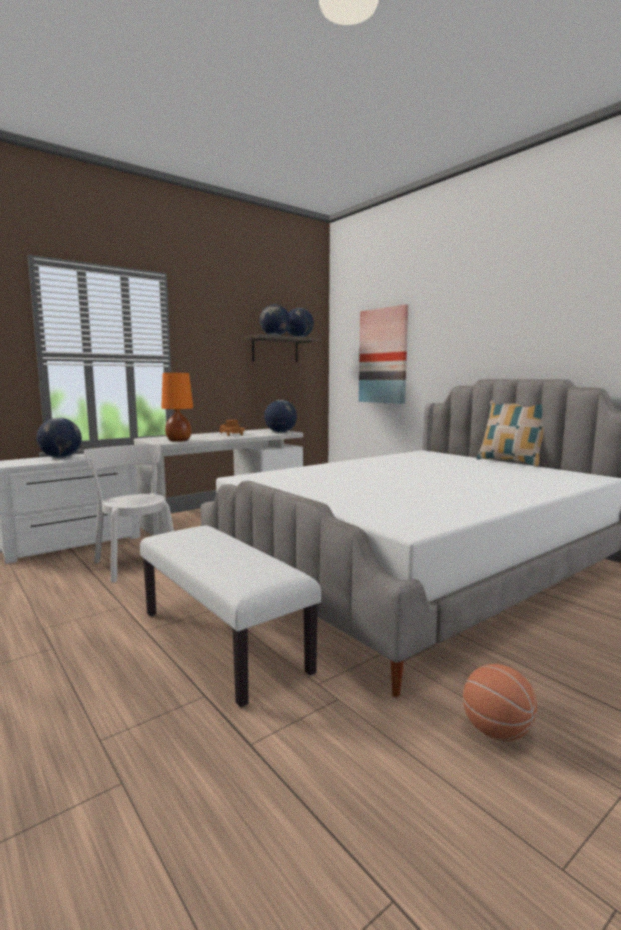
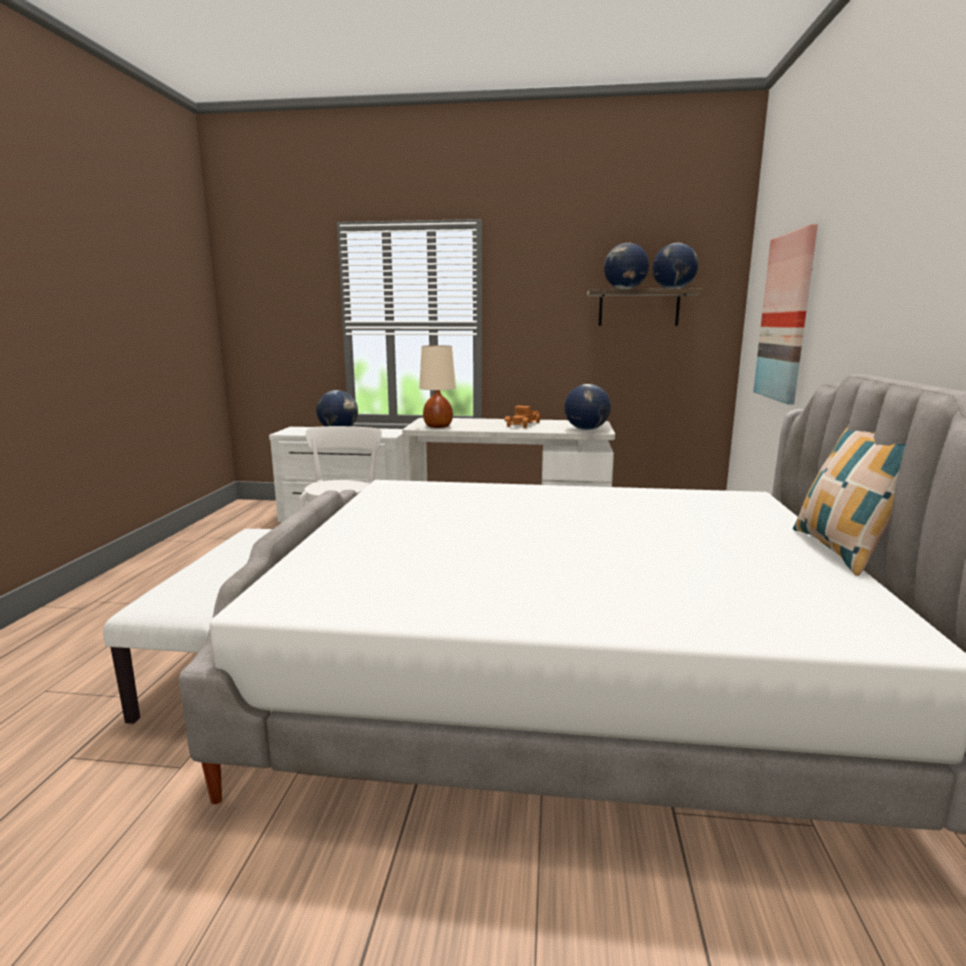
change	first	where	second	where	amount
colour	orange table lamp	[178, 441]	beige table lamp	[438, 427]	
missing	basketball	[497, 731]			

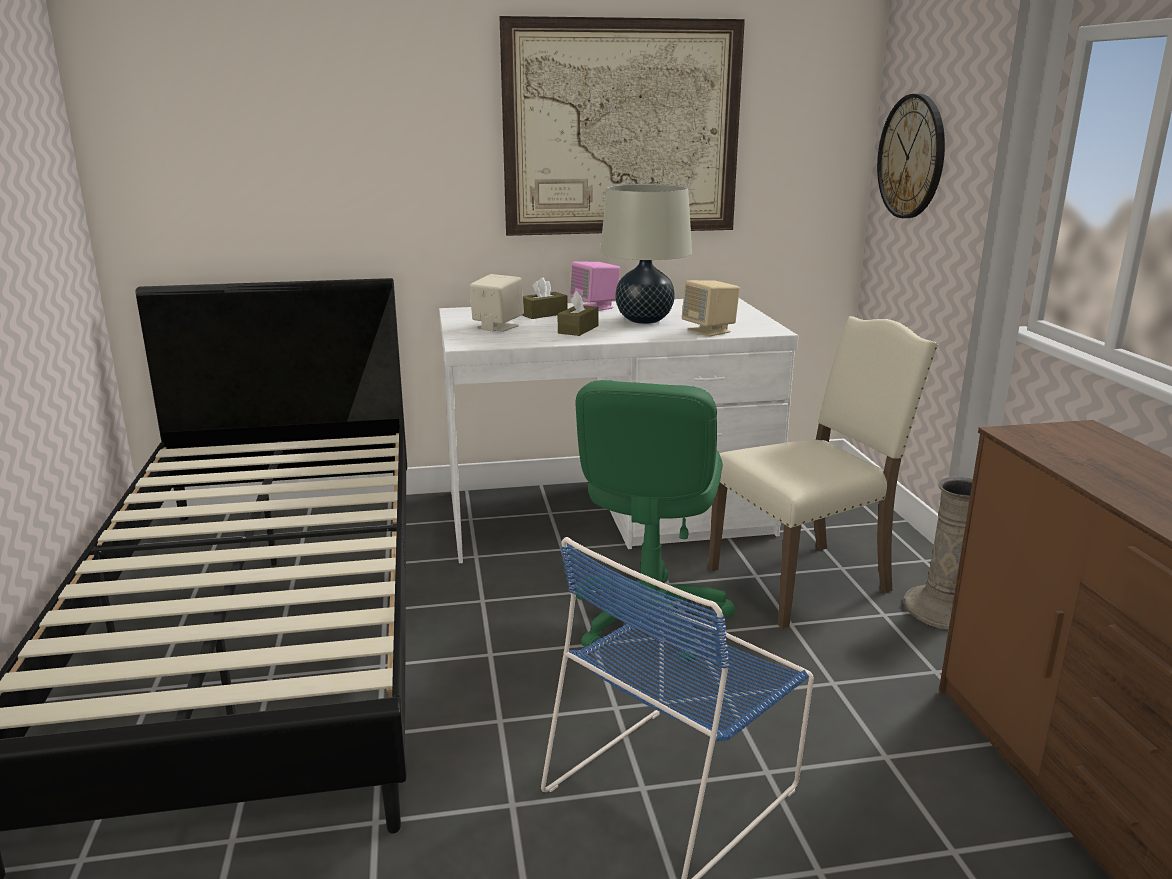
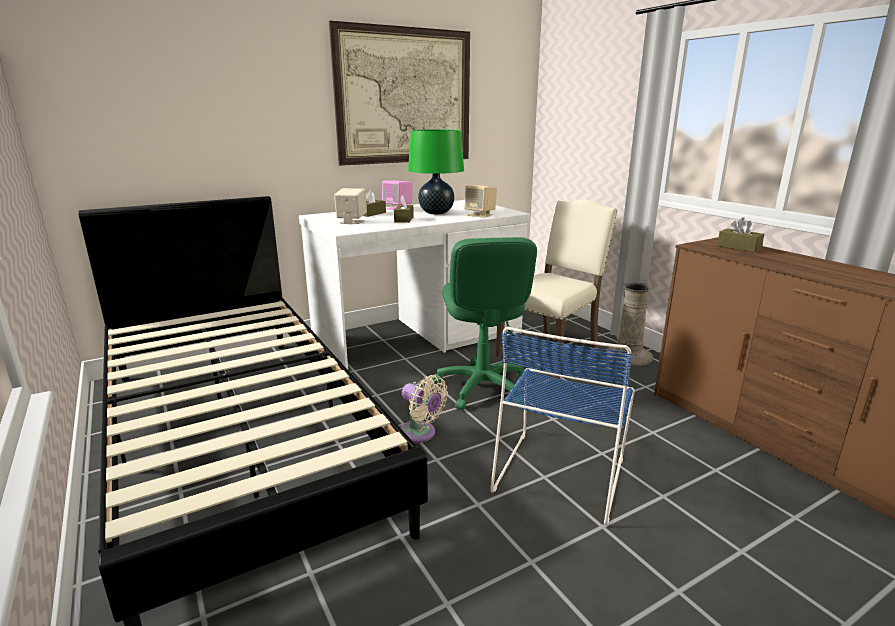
change	first	where	second	where	amount
appeared			beige fan	[420, 434]	
colour	beige table lamp	[644, 320]	green table lamp	[436, 212]	
appeared			brown tissue box	[738, 247]	
missing	wall clock	[912, 157]			

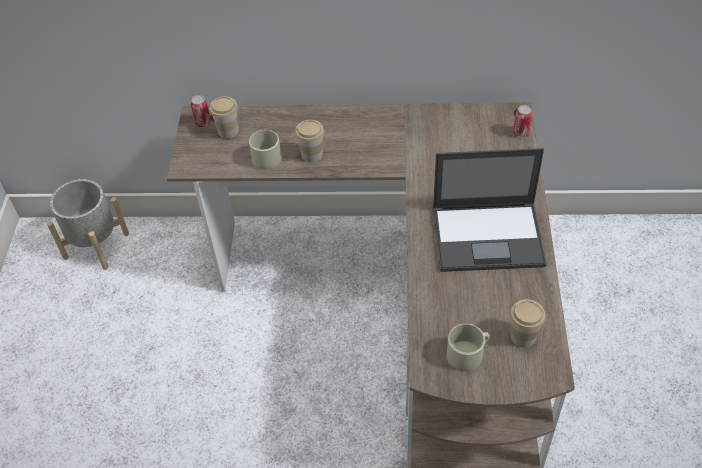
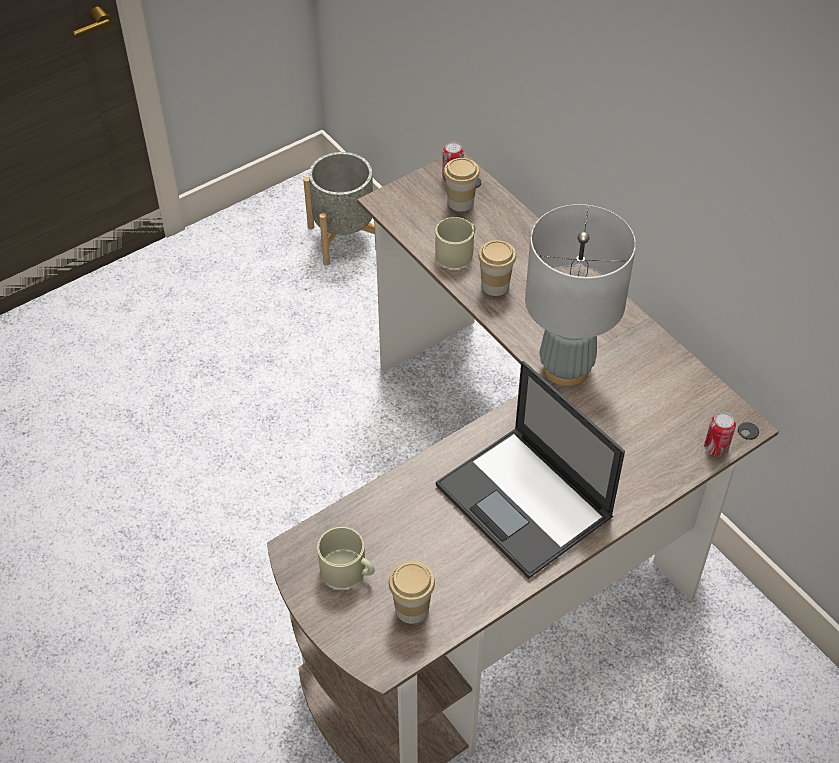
change	first	where	second	where	amount
appeared			grey table lamp	[566, 368]	

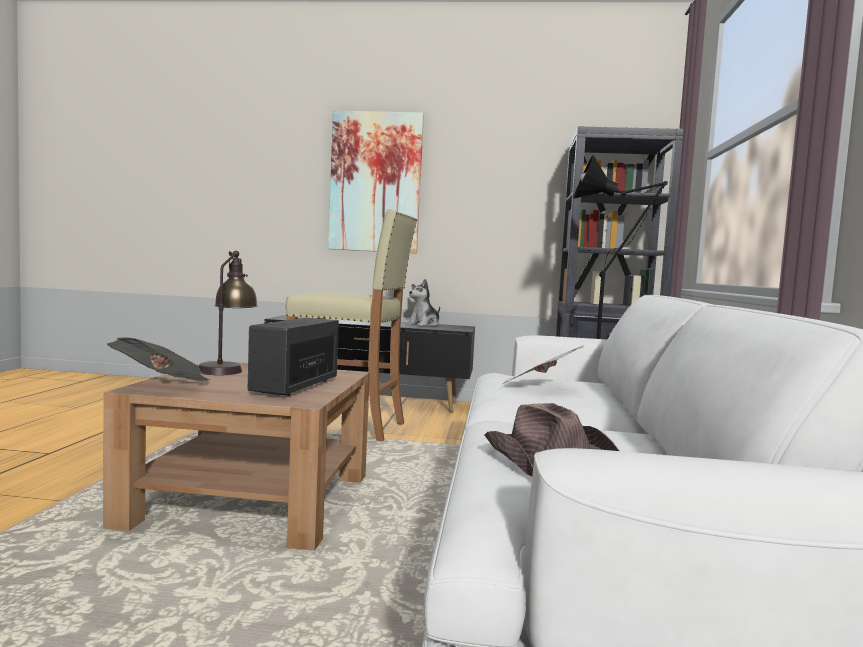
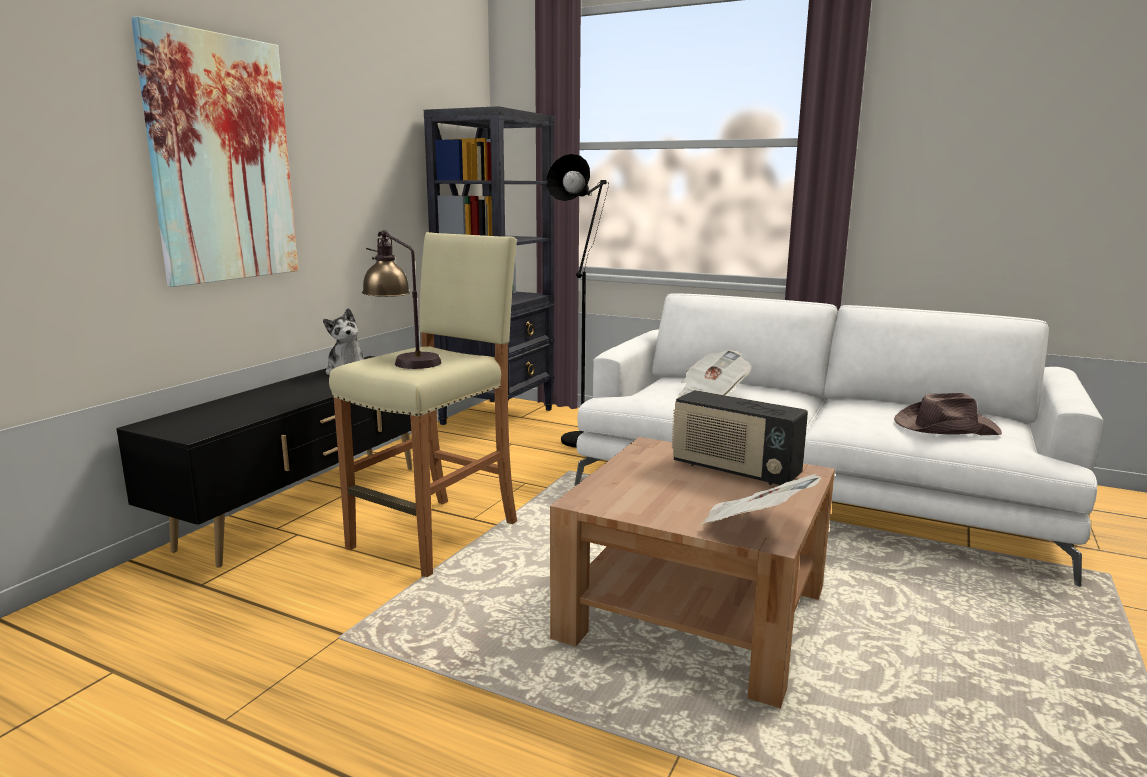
change	first	where	second	where	amount
relocated	table lamp	[227, 368]		[403, 361]	

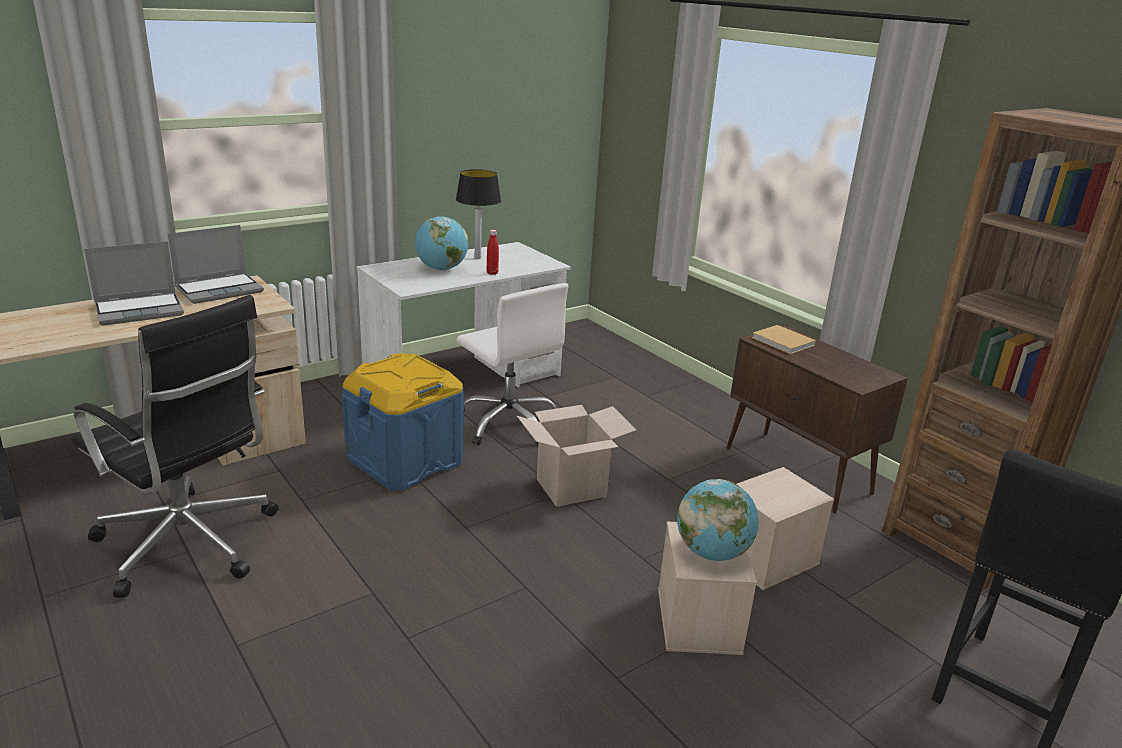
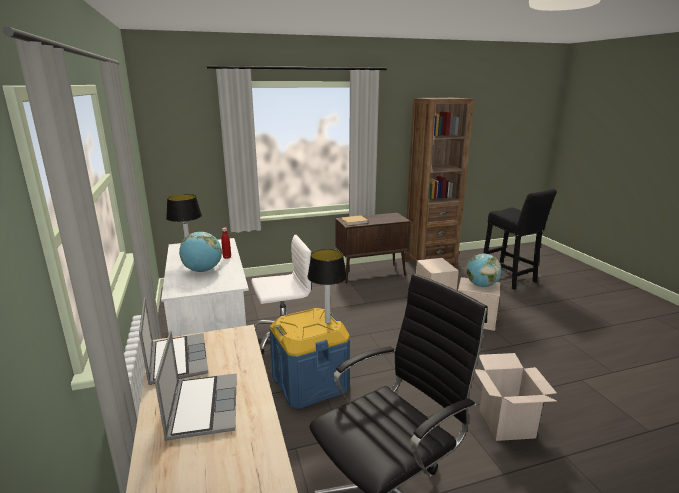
change	first	where	second	where	amount
appeared			table lamp	[327, 322]	
relocated	cardboard box	[571, 488]		[506, 423]	

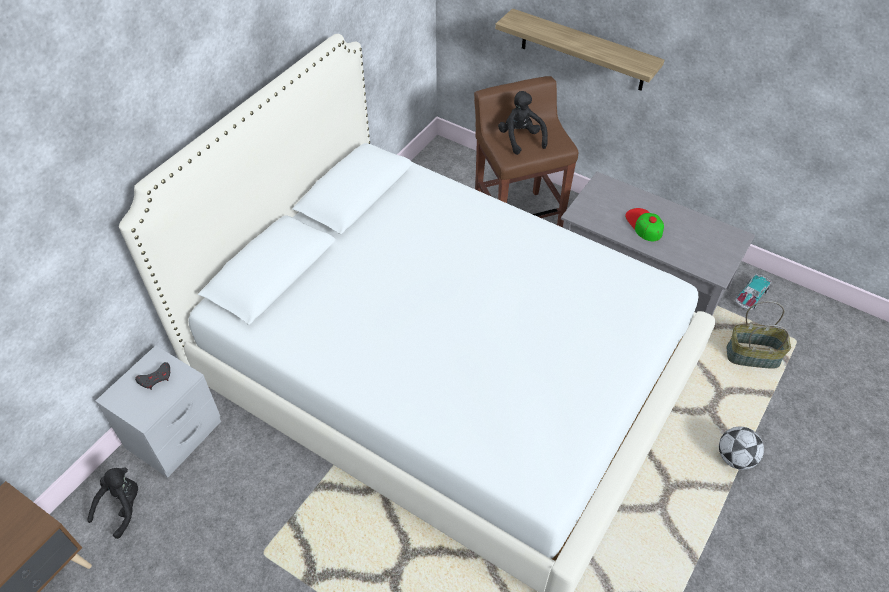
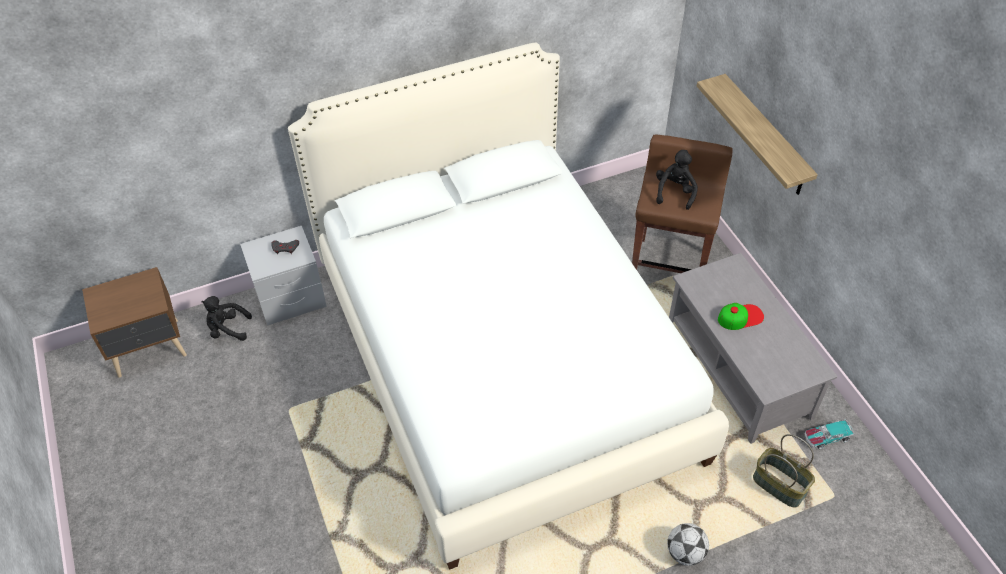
change	first	where	second	where	amount
spun	black plush toy	[122, 507]		[227, 329]	150 degrees counterclockwise
spun	cap	[644, 224]		[740, 317]	60 degrees clockwise

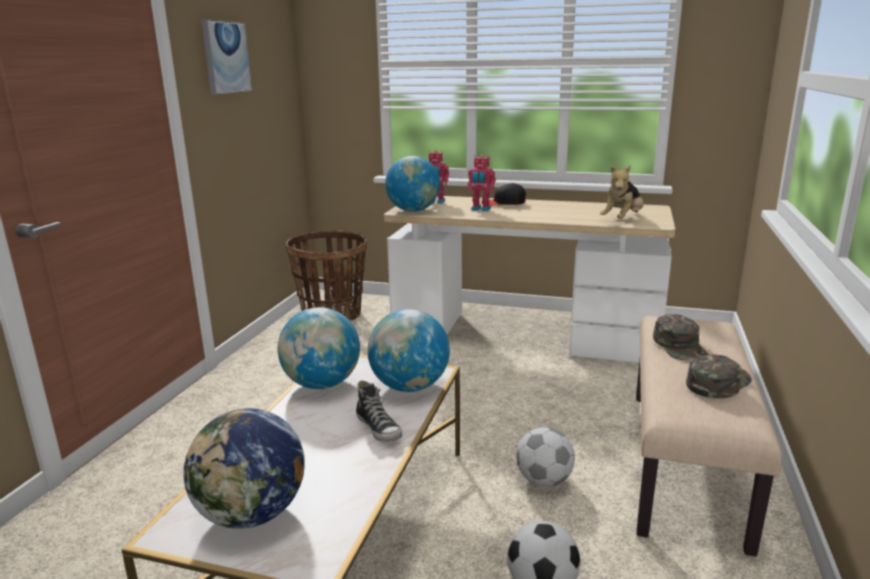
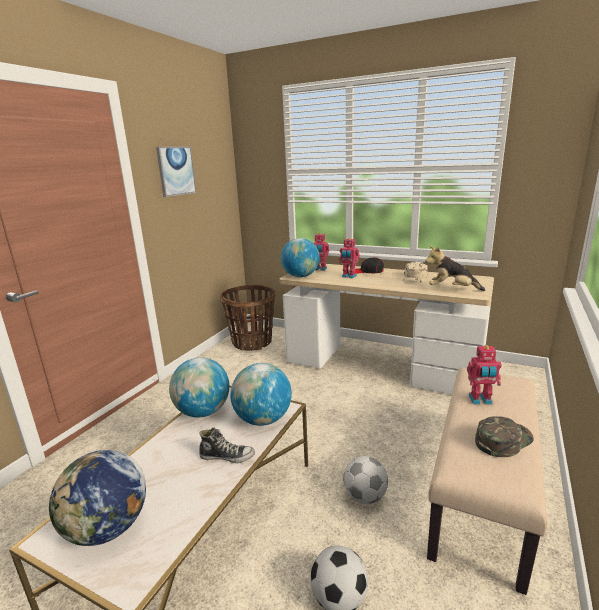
change	first	where	second	where	amount
spun	shoe	[379, 428]		[227, 456]	60 degrees counterclockwise
appeared			beige cap	[414, 277]	
spun	plush toy	[622, 220]		[451, 289]	60 degrees clockwise
exchanged	green cap	[680, 346]	toy robot	[480, 400]	

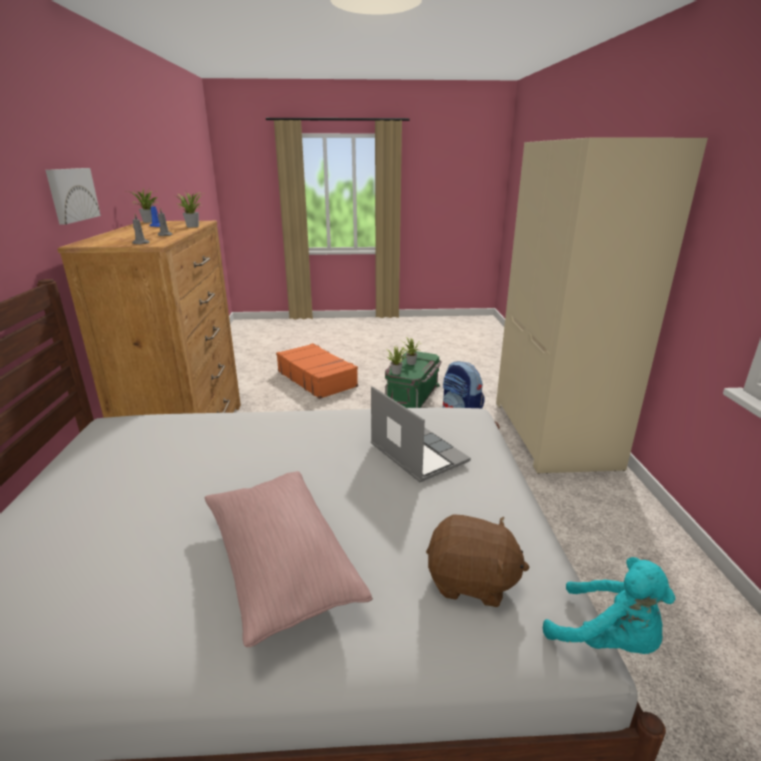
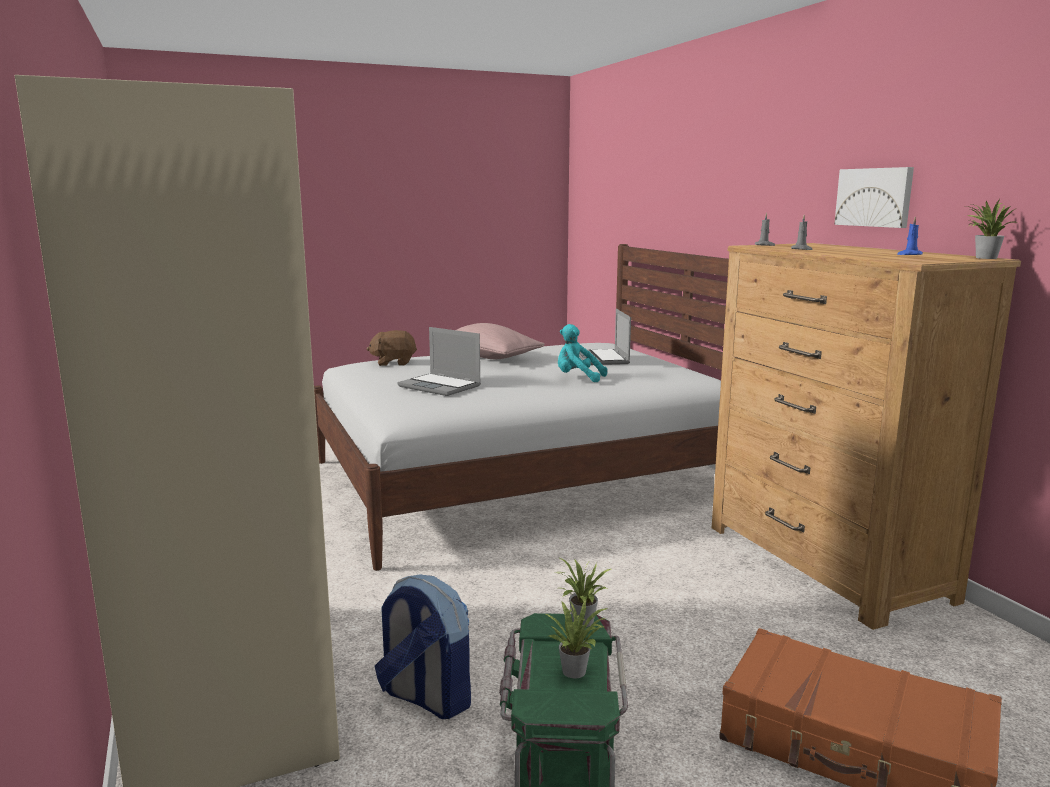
change	first	where	second	where	amount
relocated	turquoise plush toy	[606, 639]		[577, 378]	
appeared			laptop	[603, 359]	
missing	potted plant	[193, 226]			

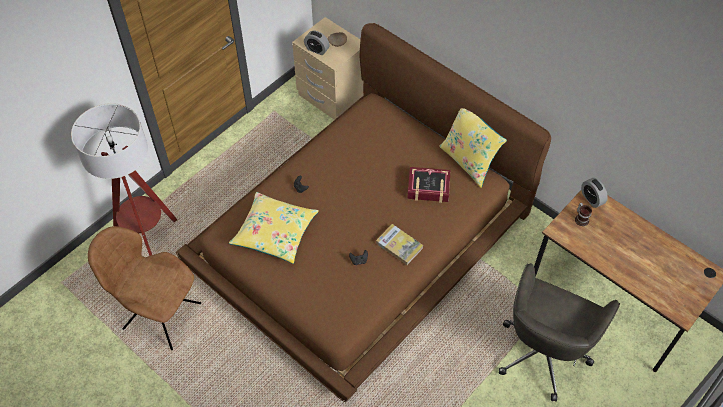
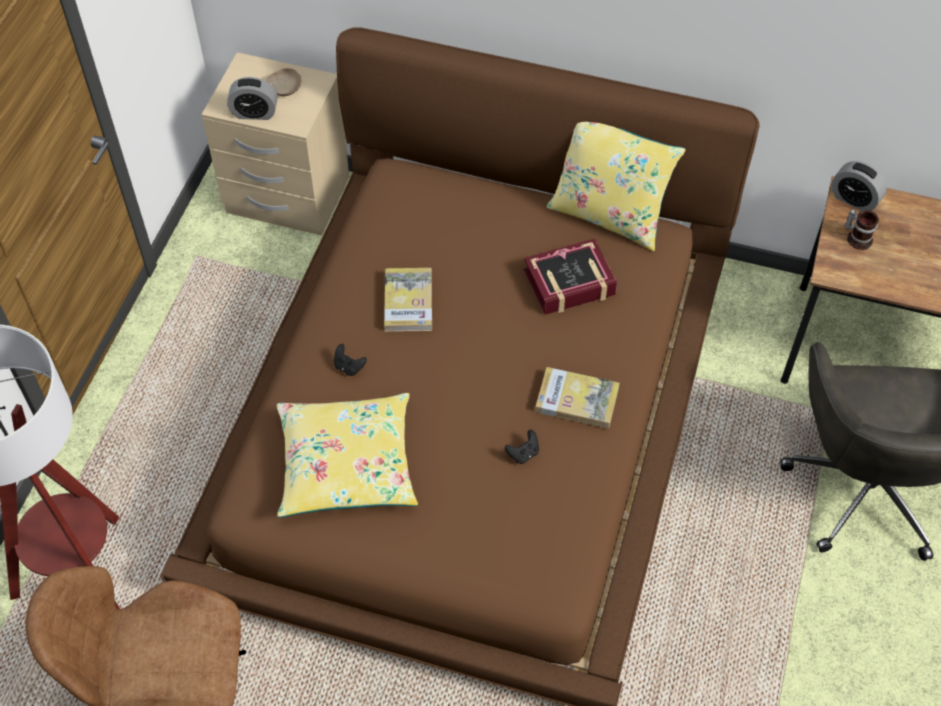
change	first	where	second	where	amount
appeared			book	[408, 302]	

